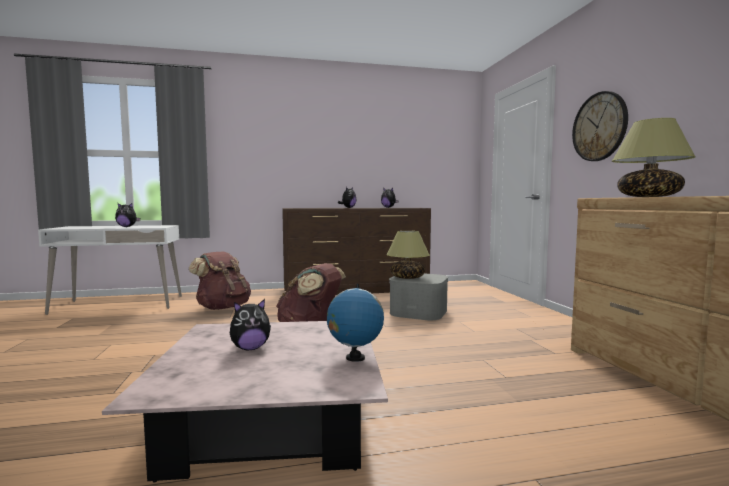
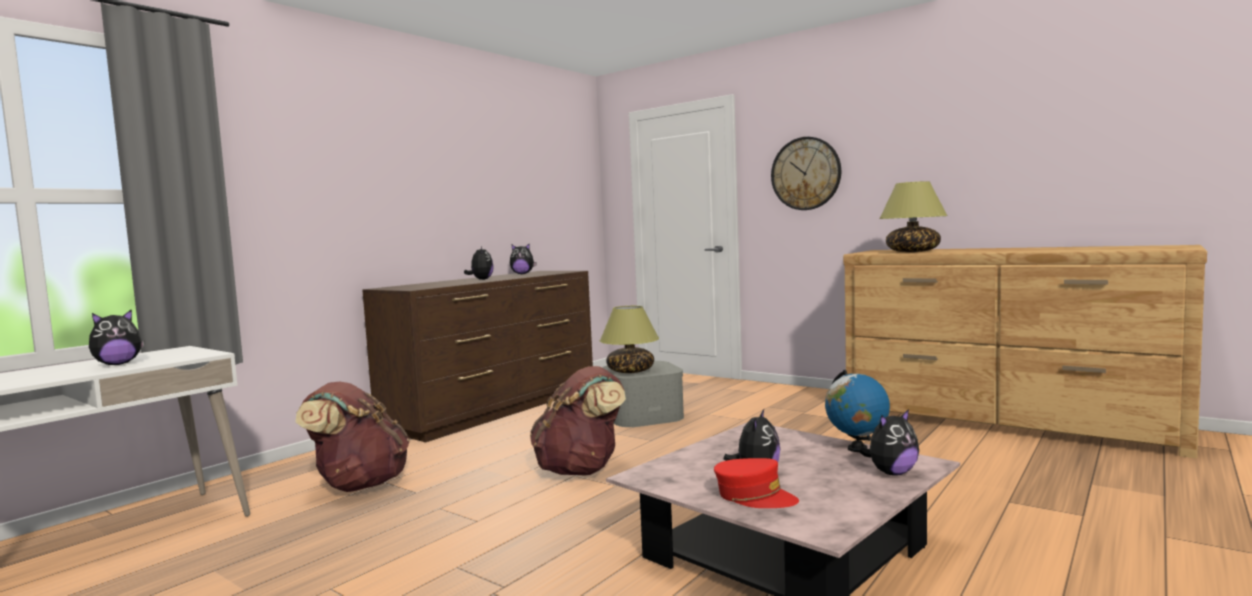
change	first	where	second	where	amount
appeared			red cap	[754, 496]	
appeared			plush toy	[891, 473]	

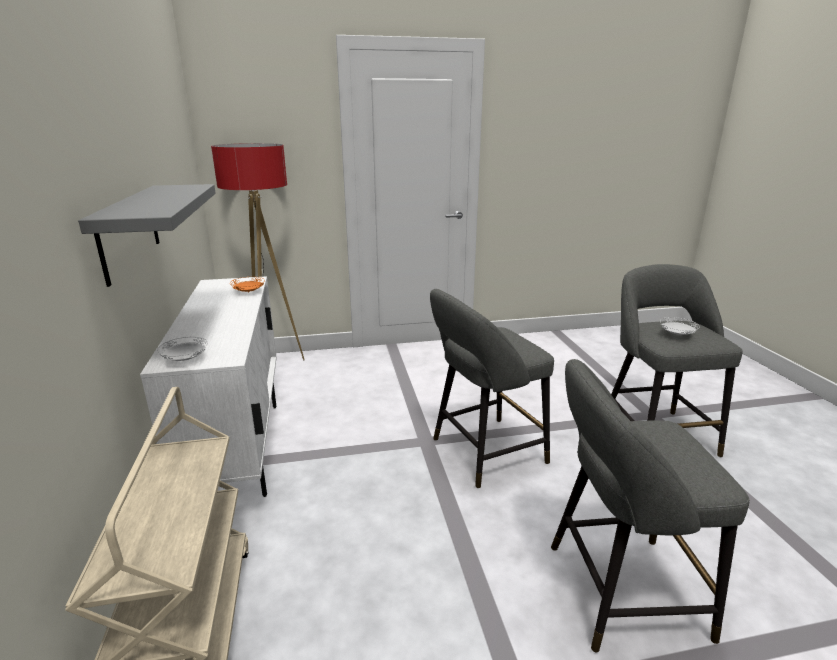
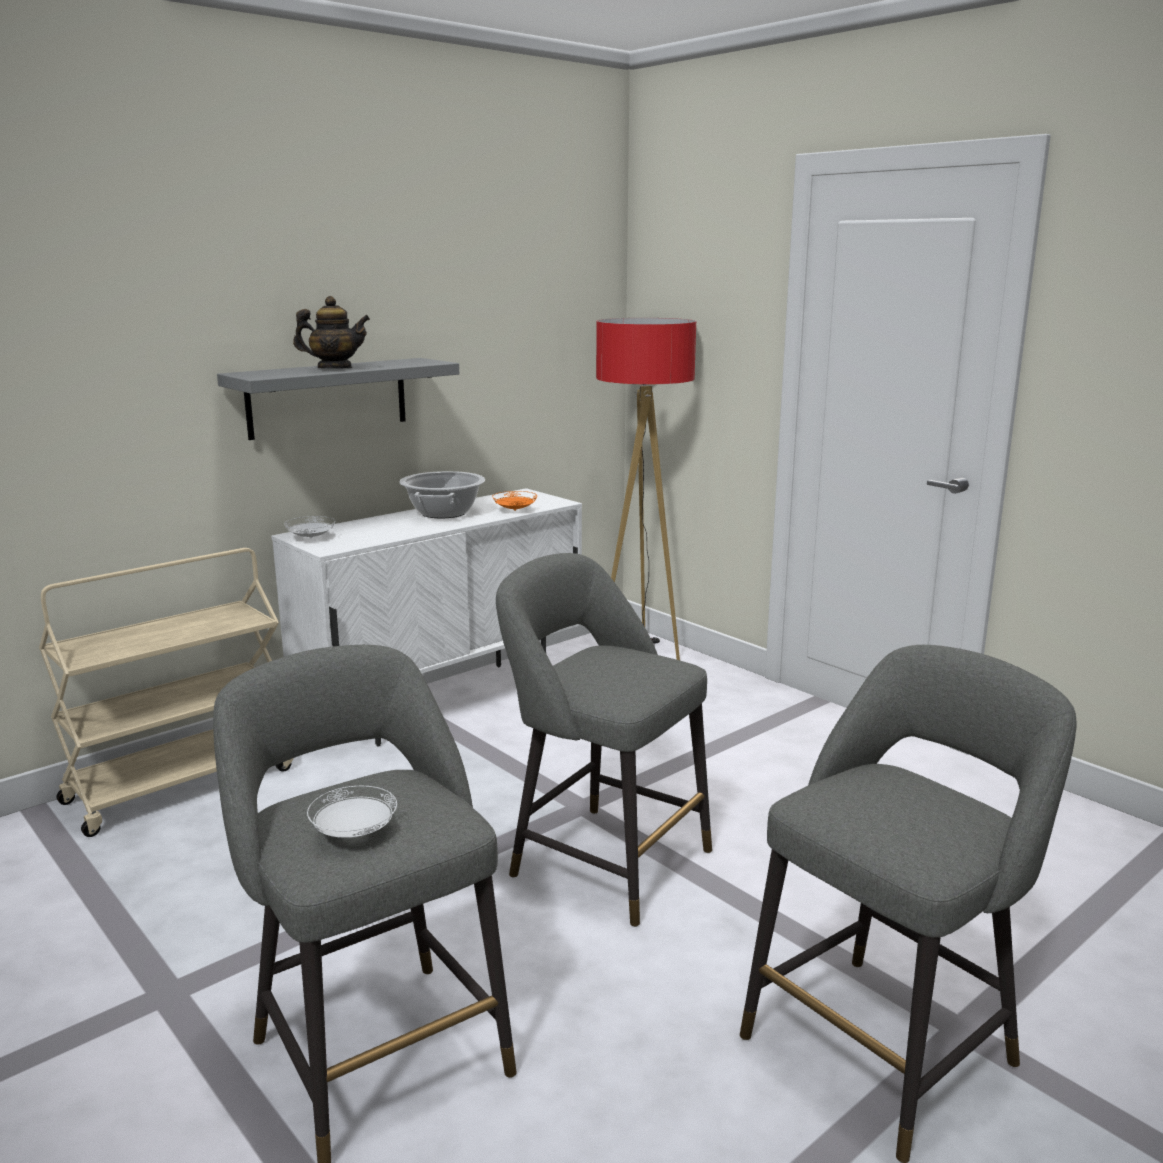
change	first	where	second	where	amount
appeared			teapot	[334, 368]	
relocated	white plate	[677, 334]		[355, 833]	
appeared			cooking pot	[443, 513]	

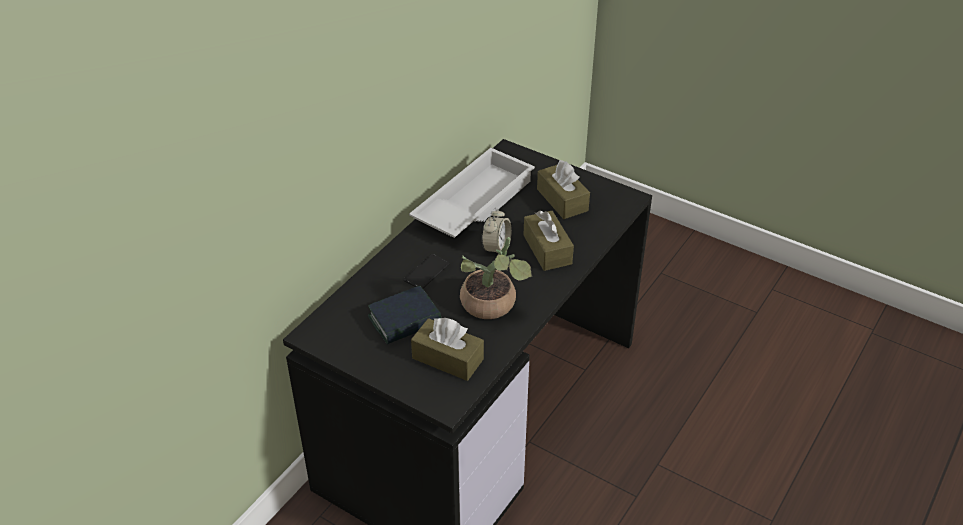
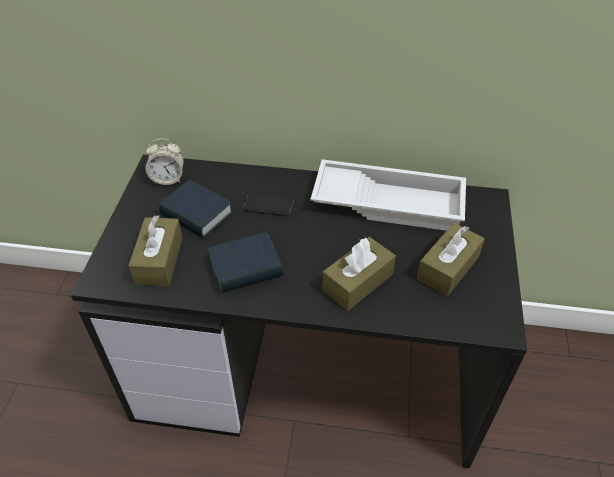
change	first	where	second	where	amount
relocated	alarm clock	[496, 248]		[168, 179]	
exchanged	potted plant	[492, 307]	book	[245, 268]	

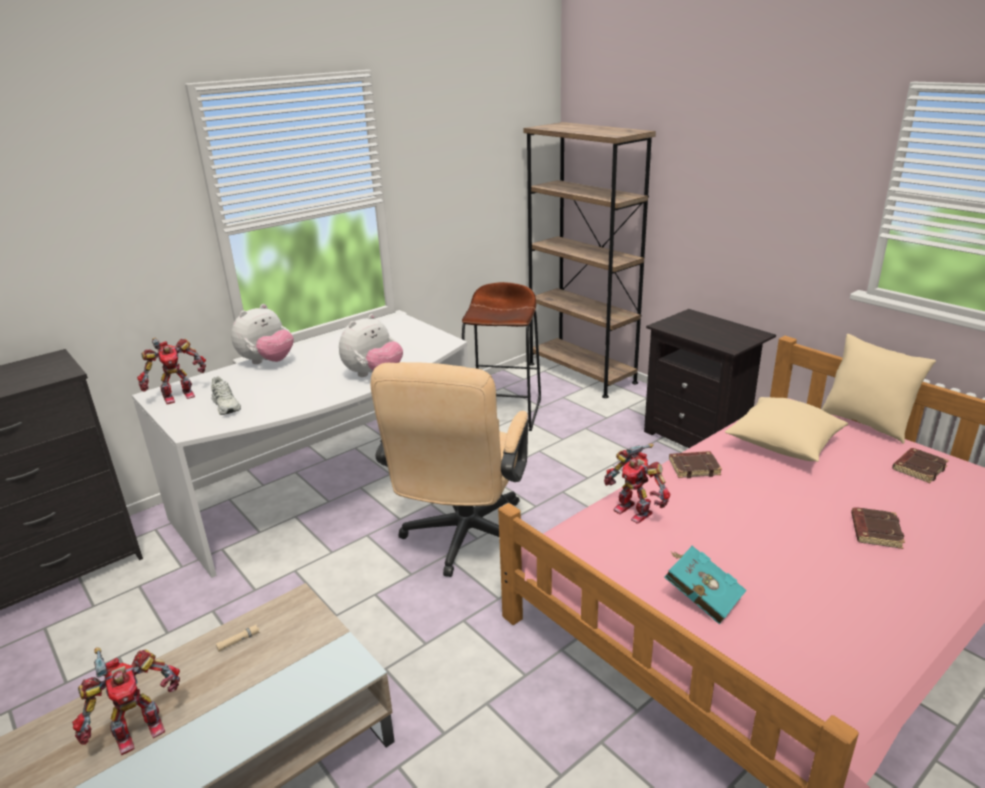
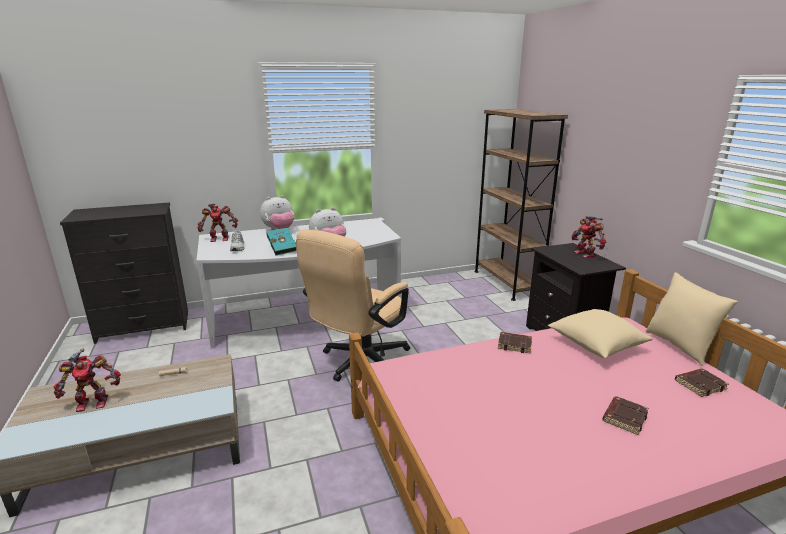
change	first	where	second	where	amount
relocated	turquoise book	[700, 596]		[282, 249]	
relocated	toy robot	[634, 510]		[585, 254]	
missing	brown stool	[503, 412]			

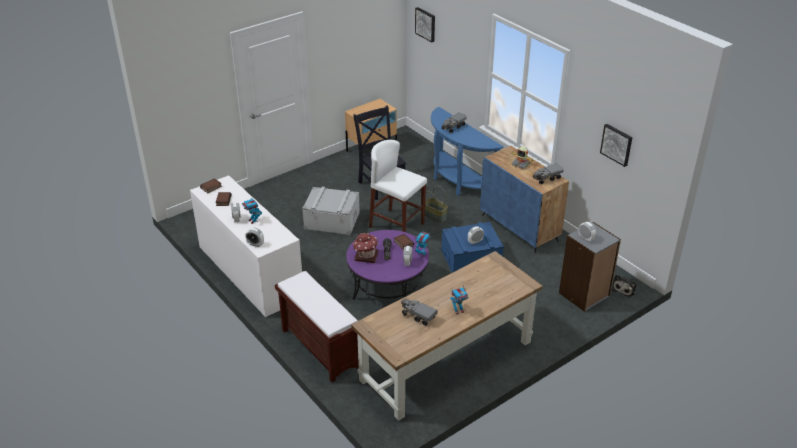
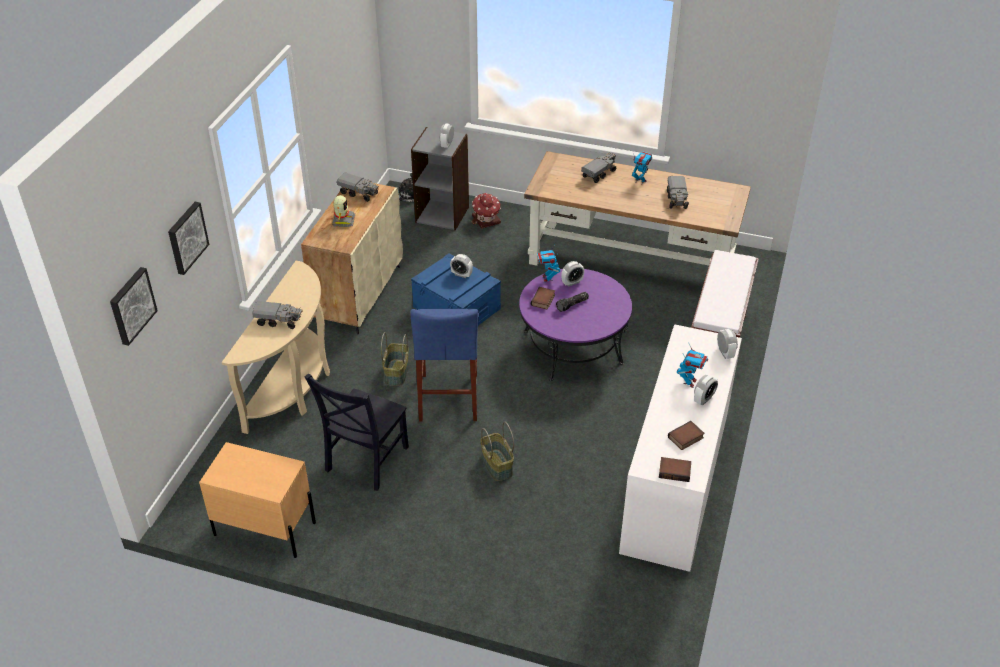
change	first	where	second	where	amount
relocated	picture	[617, 144]		[186, 237]	
colour	blue console table	[457, 181]	beige console table	[293, 388]	
colour	blue cabinet	[520, 228]	beige cabinet	[359, 294]	
colour	white stool	[397, 225]	blue stool	[448, 397]	
relocated	toy house	[365, 256]		[486, 220]	
exchanged	grey storage box	[332, 220]	basket	[496, 465]	
appeared			toy truck	[599, 174]	

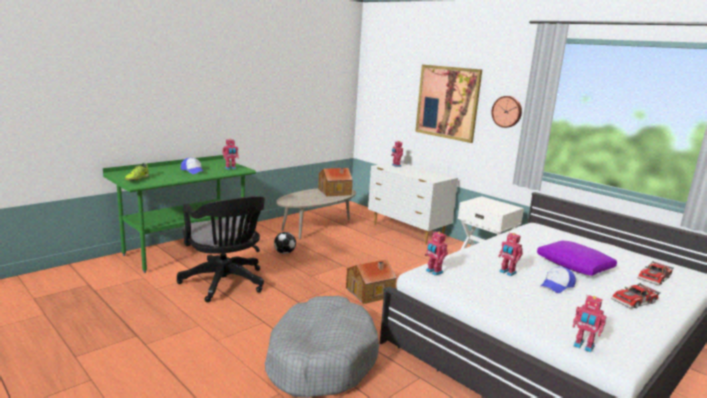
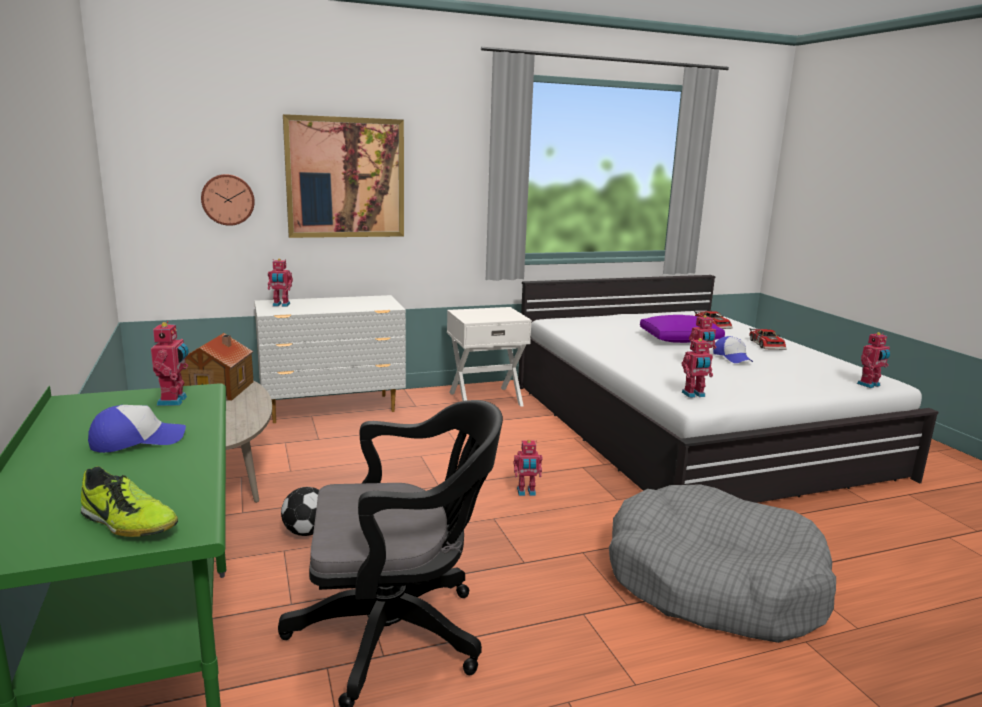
change	first	where	second	where	amount
relocated	wall clock	[507, 111]		[228, 199]	
exchanged	toy house	[370, 292]	toy robot	[526, 492]	

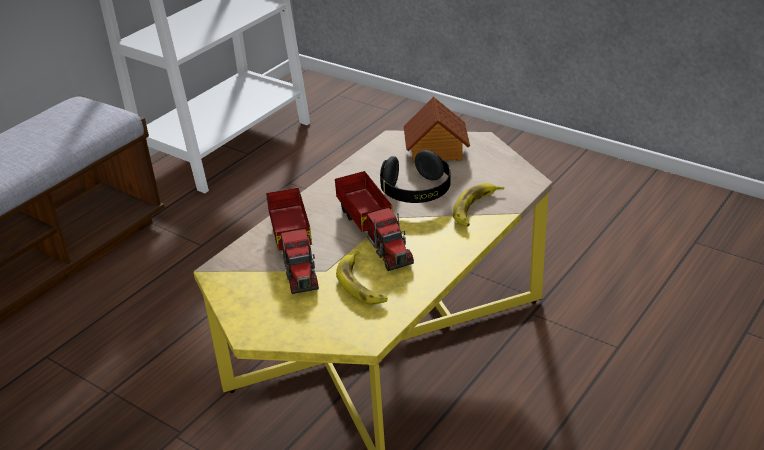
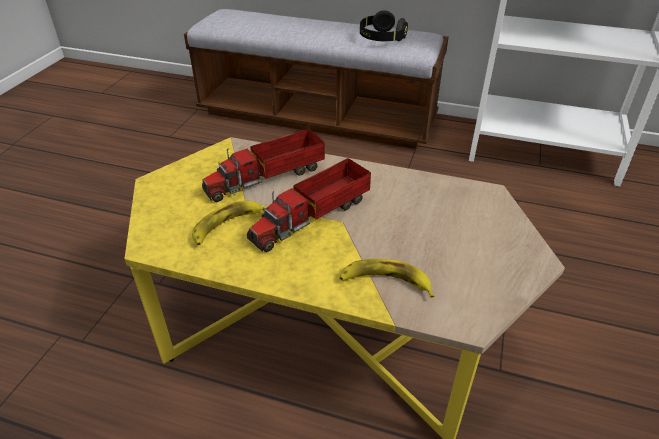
change	first	where	second	where	amount
relocated	black headphones	[416, 192]		[381, 38]	
missing	toy house	[435, 150]			

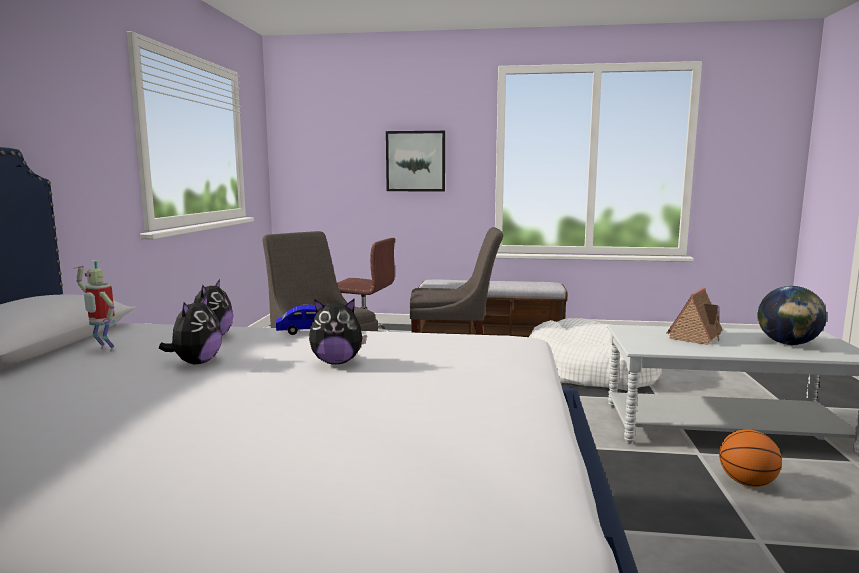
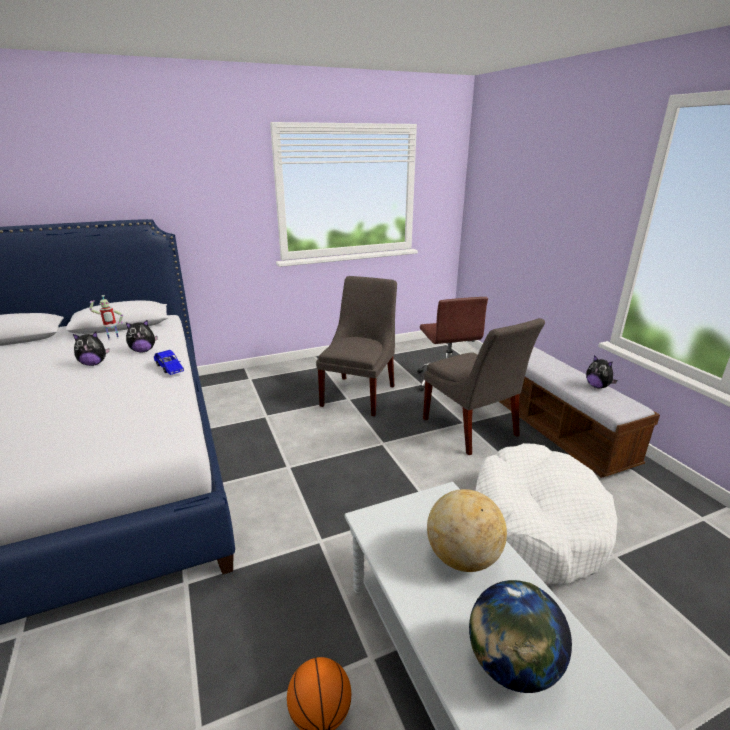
change	first	where	second	where	amount
spun	toy robot	[104, 350]		[113, 339]	120 degrees counterclockwise
exchanged	toy house	[695, 336]	globe	[462, 557]	
relocated	plush toy	[337, 362]		[597, 386]	
missing	picture	[415, 161]			

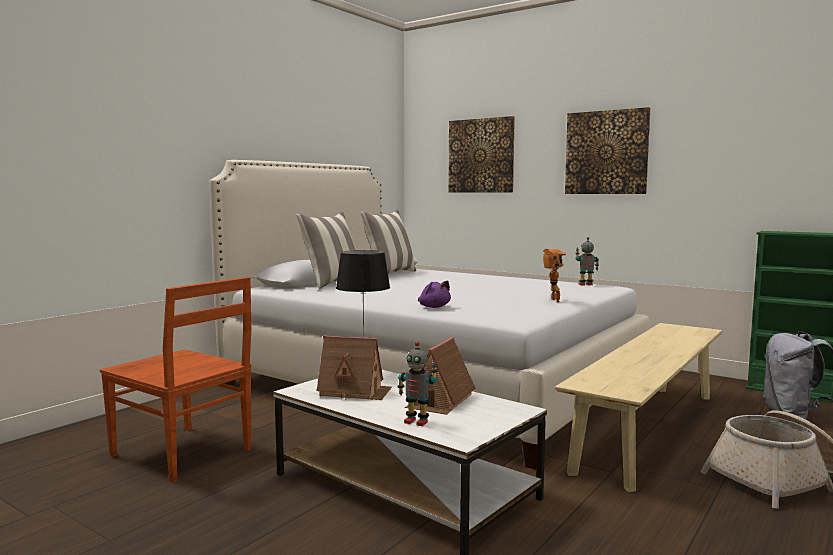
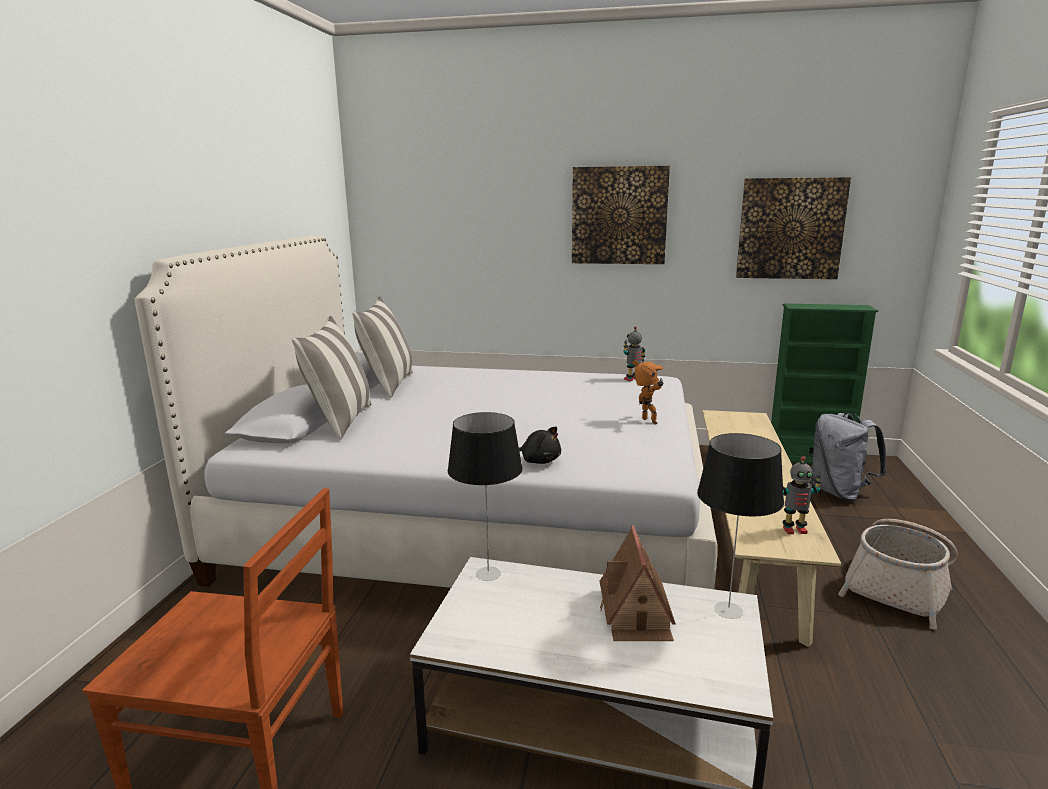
change	first	where	second	where	amount
colour	purple plush toy	[434, 307]	black plush toy	[539, 461]	
appeared			table lamp	[729, 611]	
relocated	picture	[481, 155]		[790, 229]	
relocated	toy robot	[416, 421]		[794, 529]	
missing	toy house	[354, 391]			

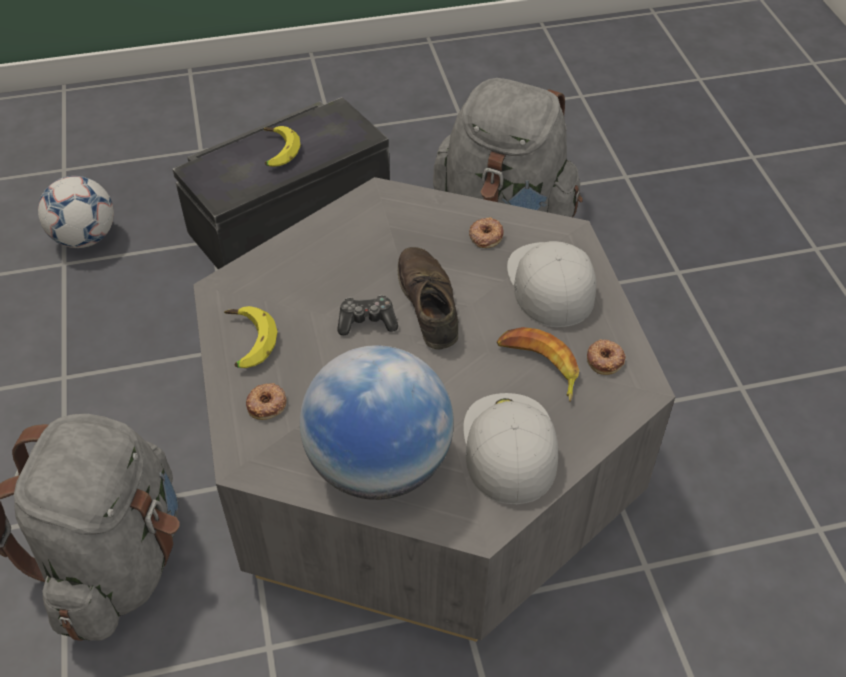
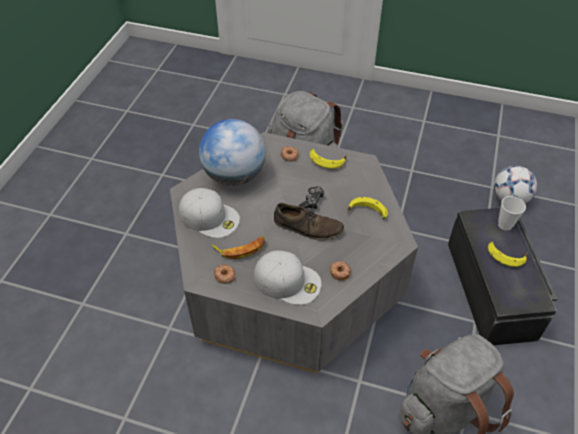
change	first	where	second	where	amount
appeared			banana	[367, 213]	
appeared			cup	[505, 225]	

